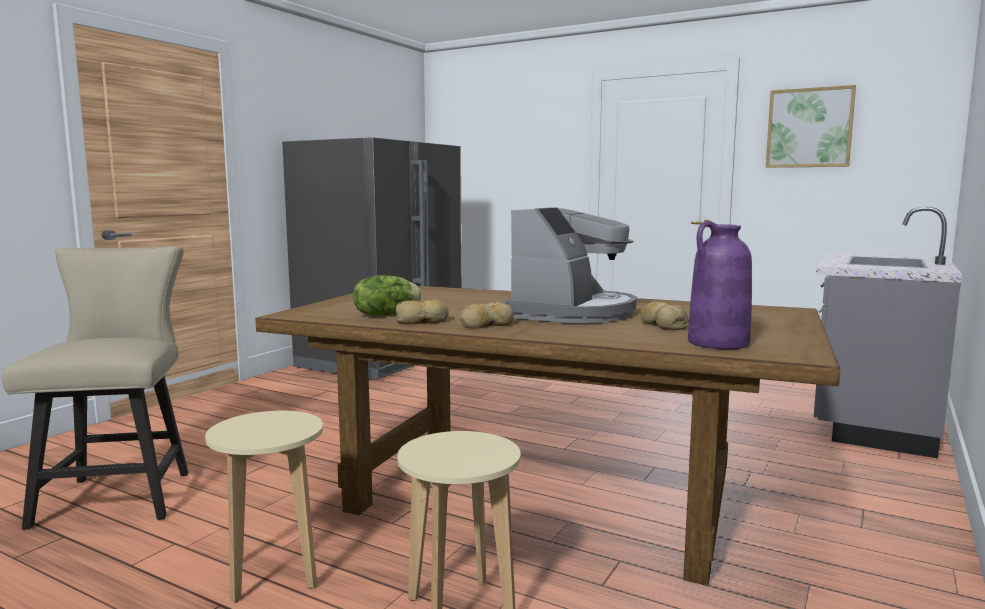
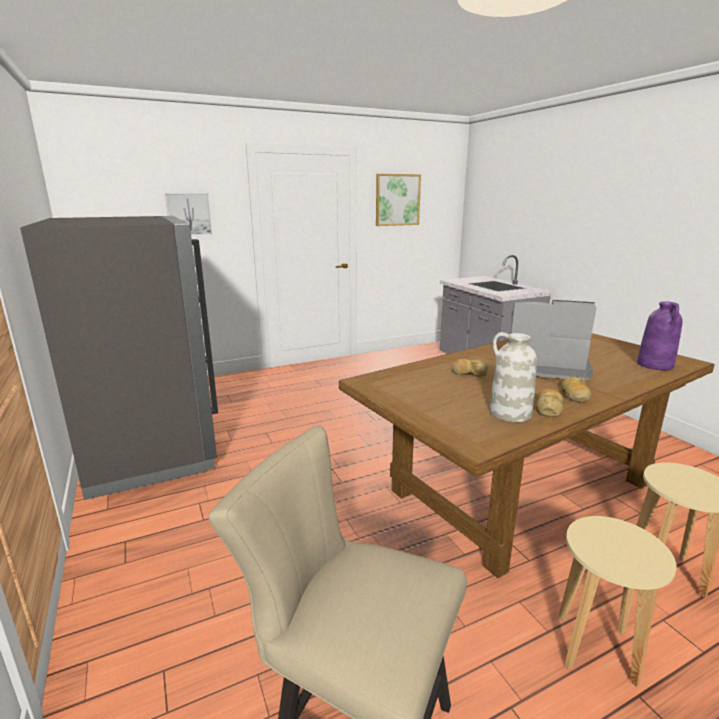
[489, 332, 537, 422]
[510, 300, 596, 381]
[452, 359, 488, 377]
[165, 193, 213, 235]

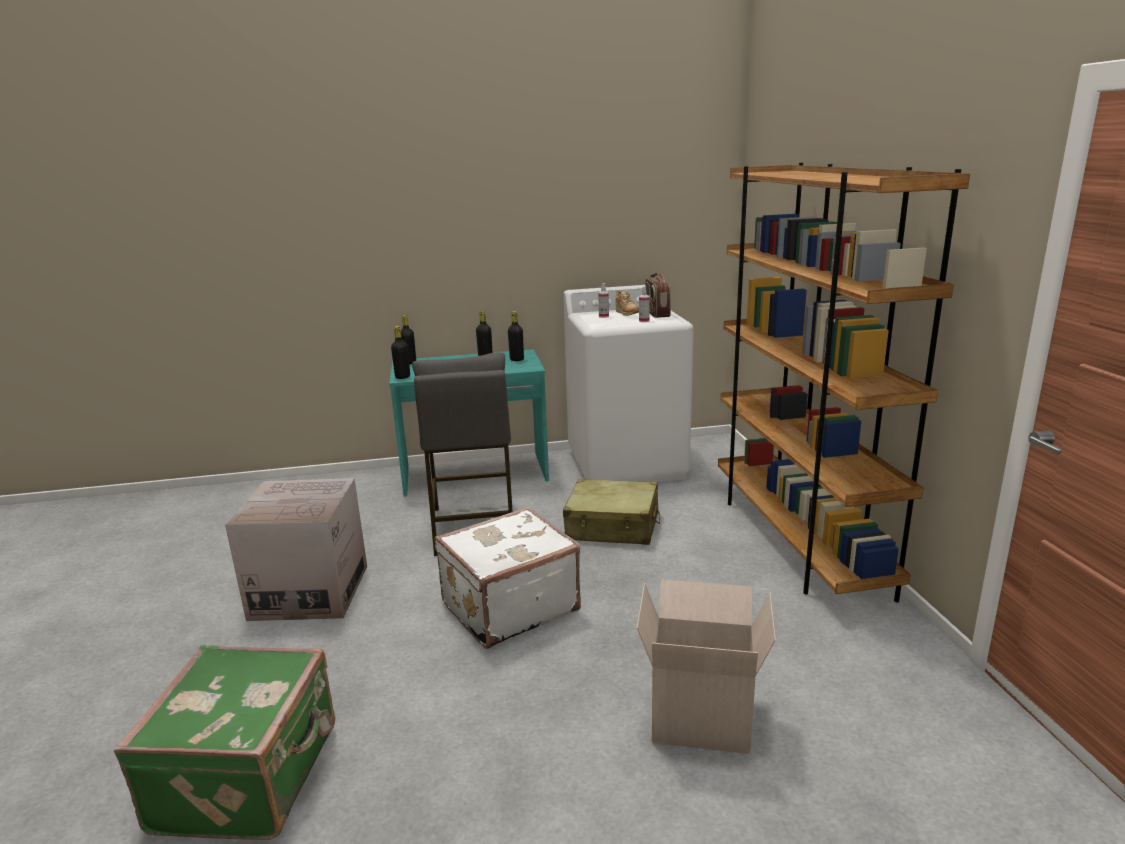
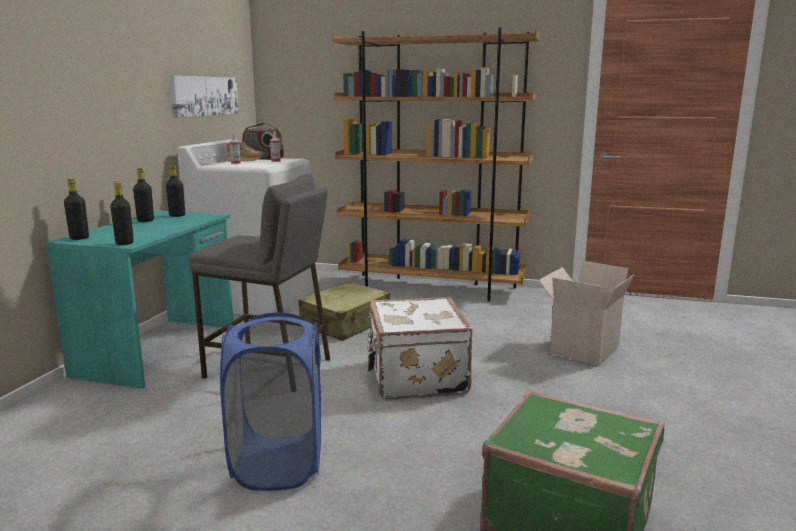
[220, 313, 321, 491]
[169, 76, 239, 118]

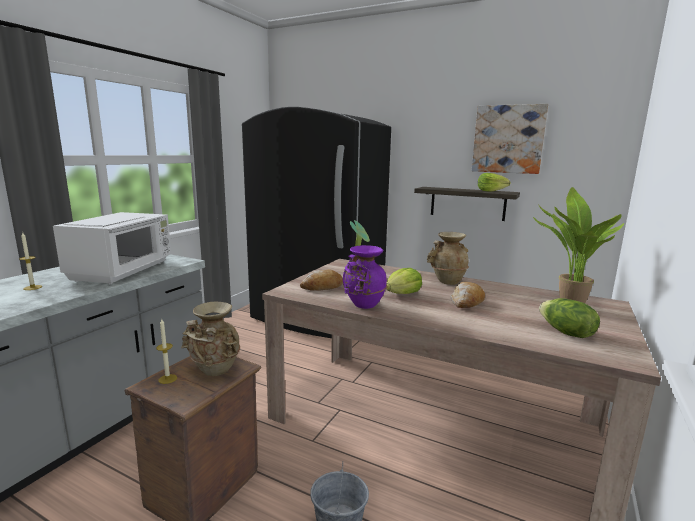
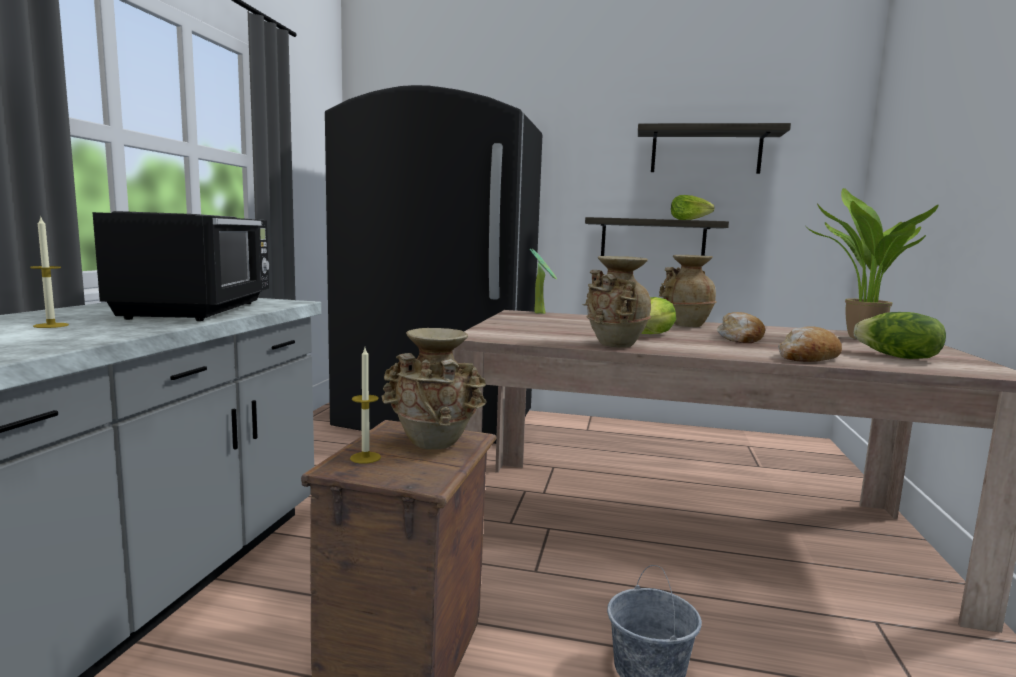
[92, 211, 269, 321]
[778, 326, 842, 362]
[583, 256, 651, 348]
[638, 123, 791, 174]

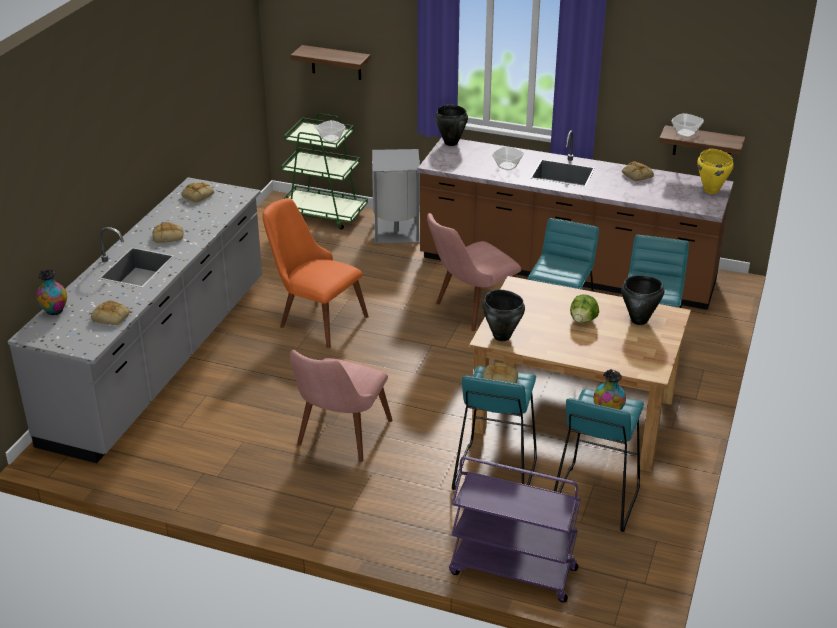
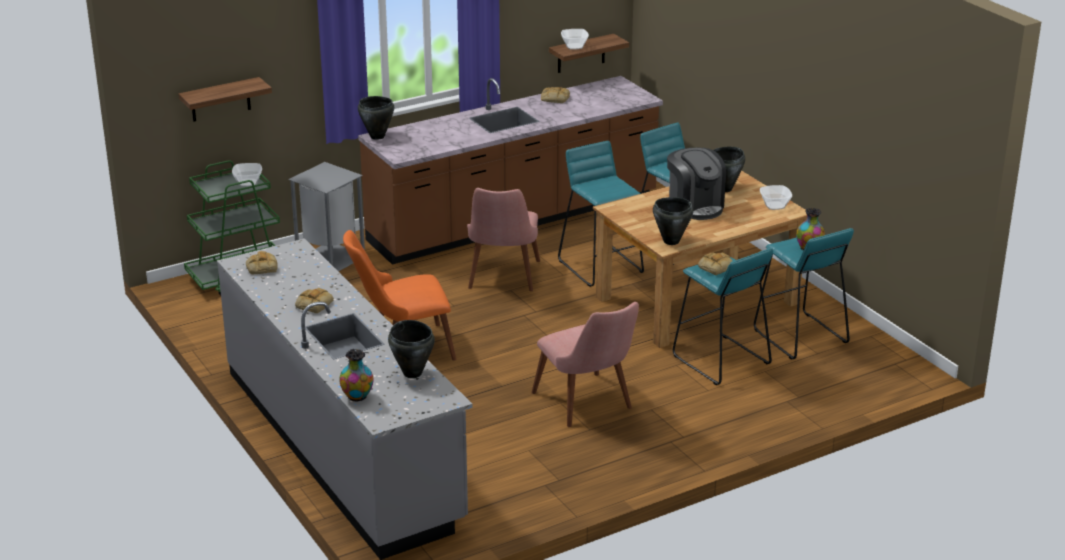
[388, 320, 435, 378]
[449, 456, 581, 602] (first image)
[760, 185, 792, 210]
[667, 148, 726, 220]
[697, 149, 734, 194] (first image)

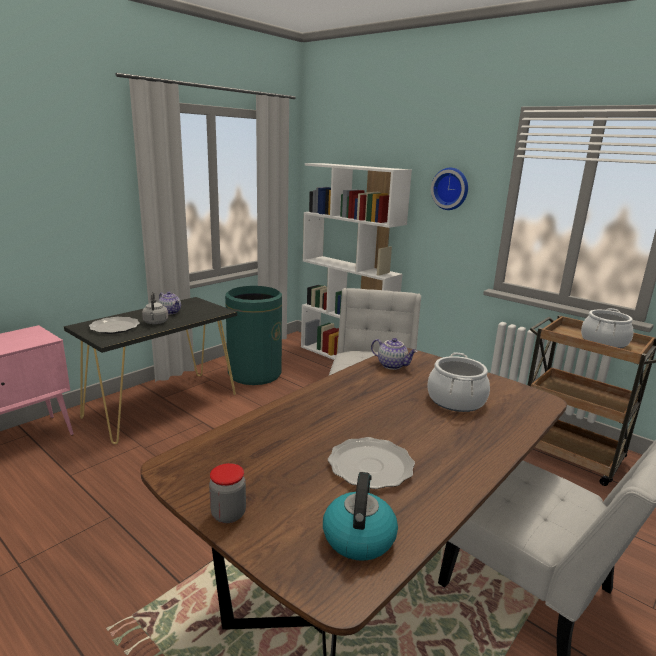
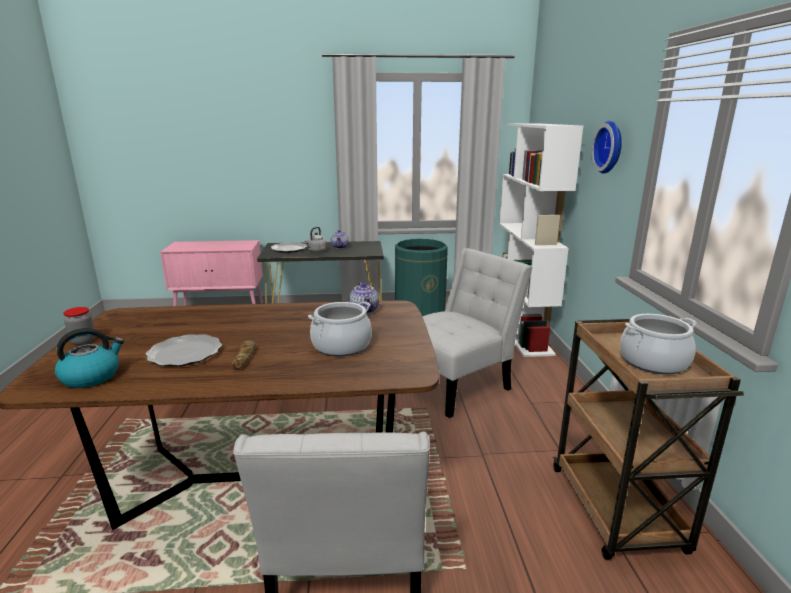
[231, 341, 256, 369]

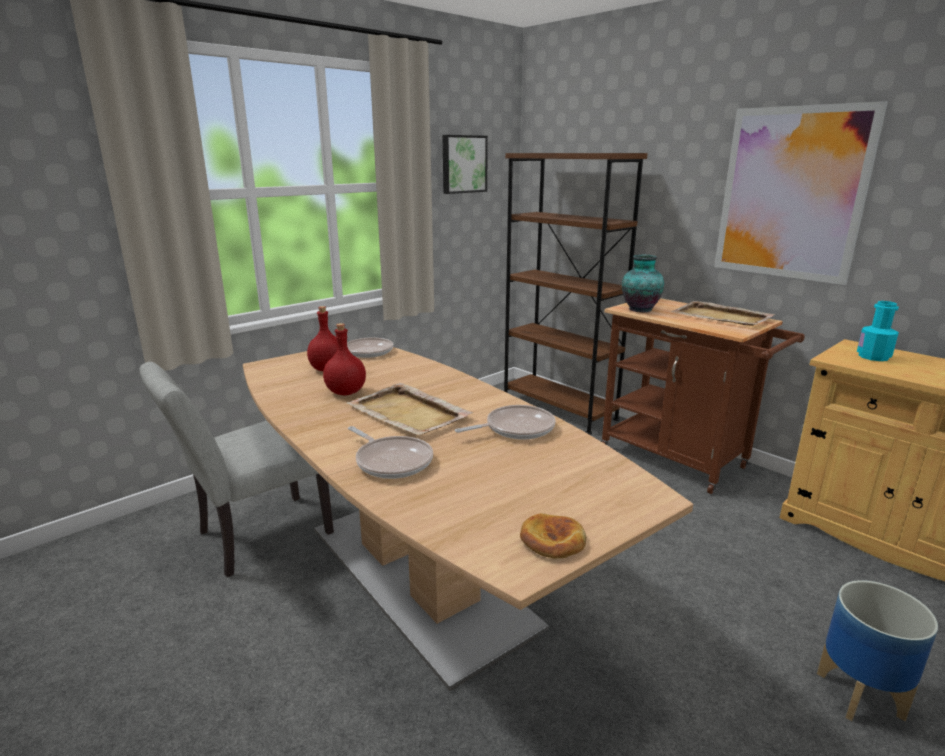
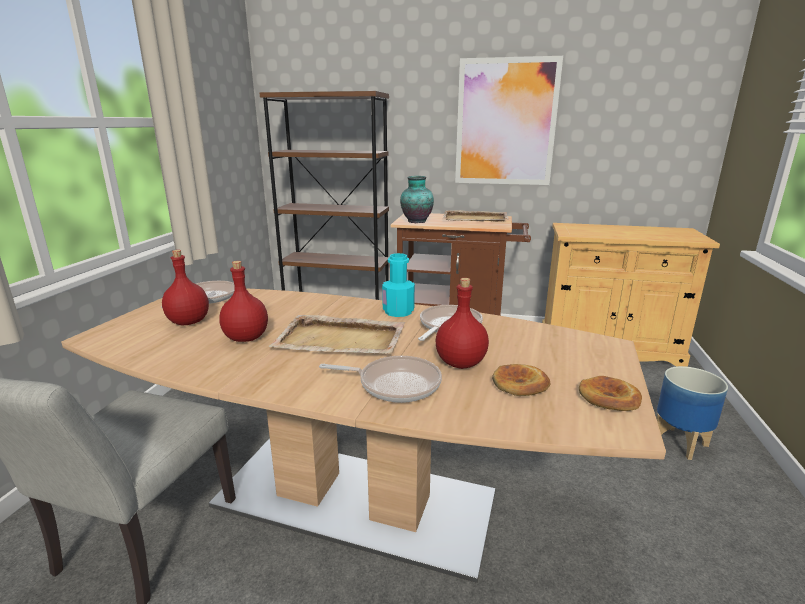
[442, 135, 488, 194] (first image)
[382, 253, 415, 317]
[436, 278, 489, 369]
[492, 364, 550, 396]

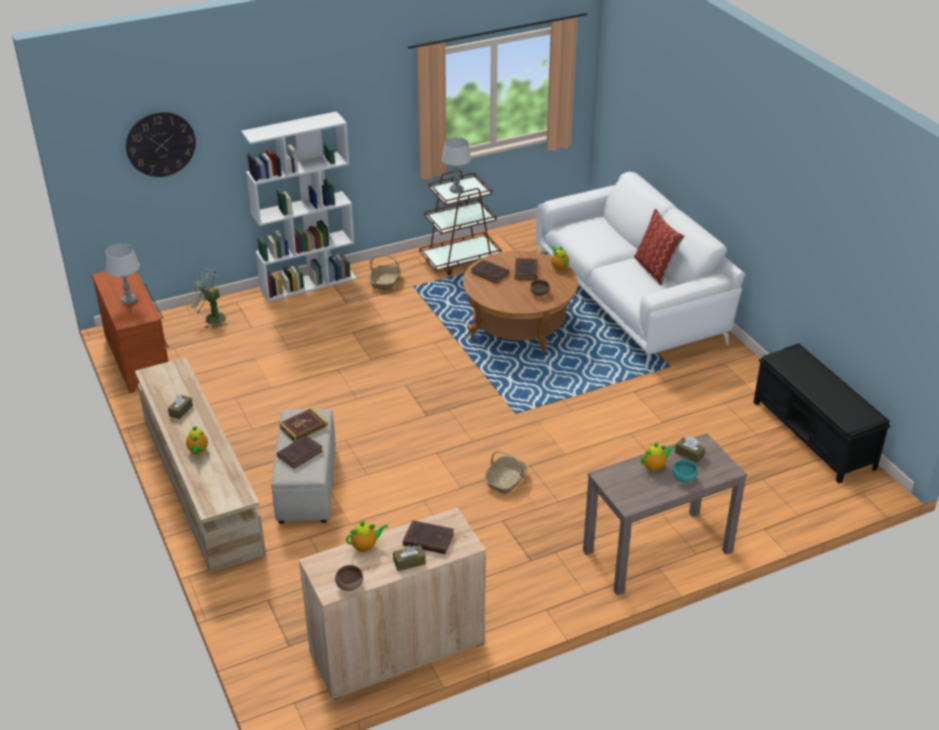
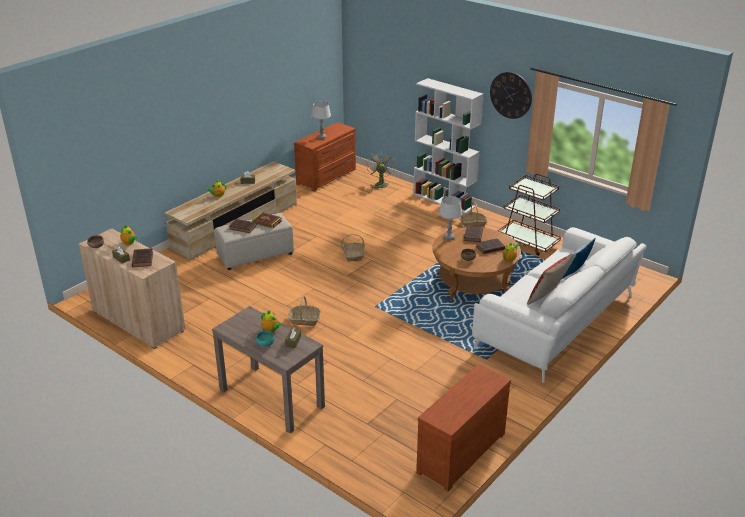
[490, 72, 532, 119]
[439, 196, 462, 240]
[416, 364, 511, 491]
[341, 234, 365, 262]
[561, 238, 596, 280]

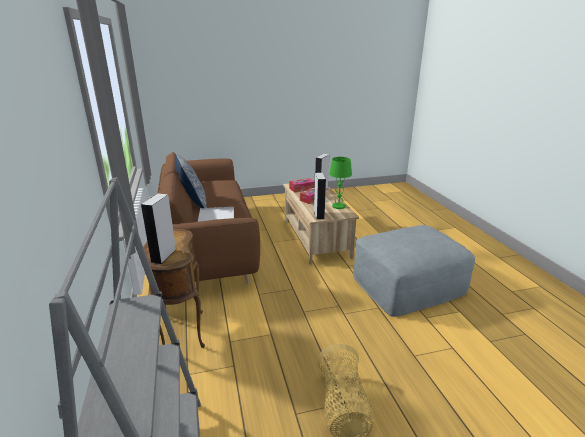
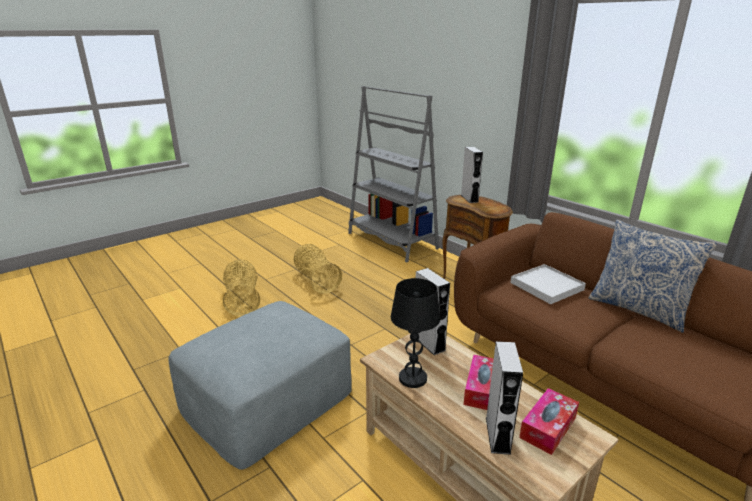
[391, 278, 440, 388]
[223, 260, 260, 316]

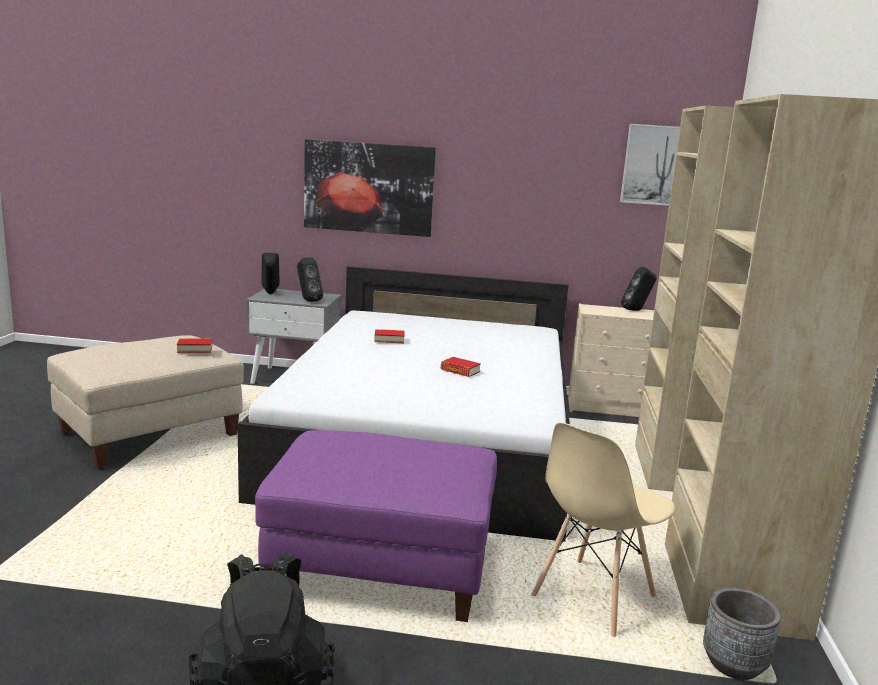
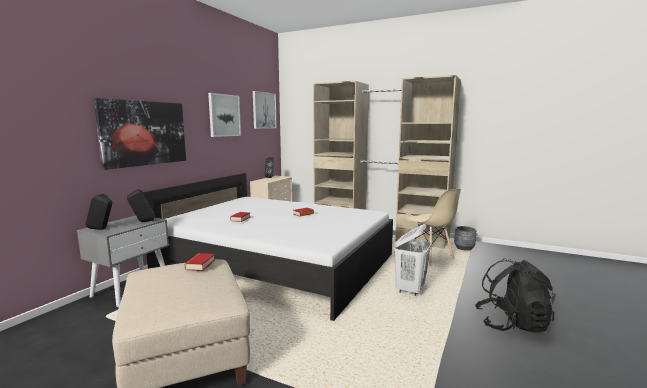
[394, 224, 432, 296]
[208, 93, 241, 137]

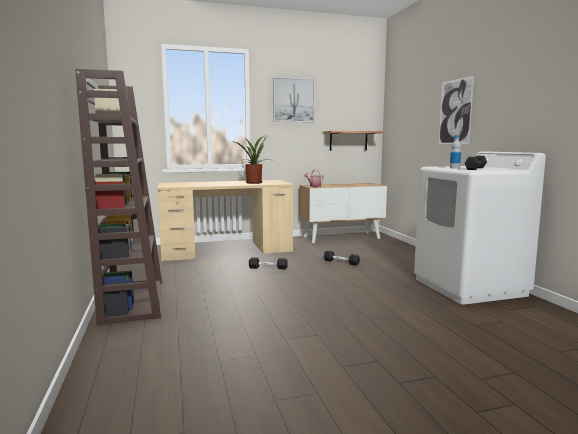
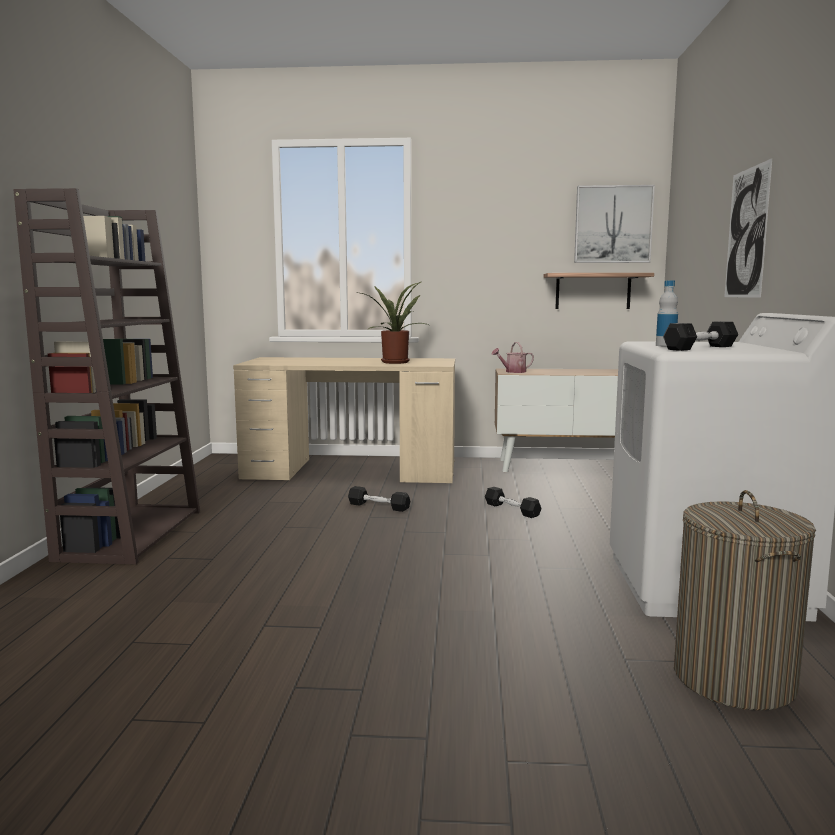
[574, 185, 655, 263]
[674, 490, 816, 711]

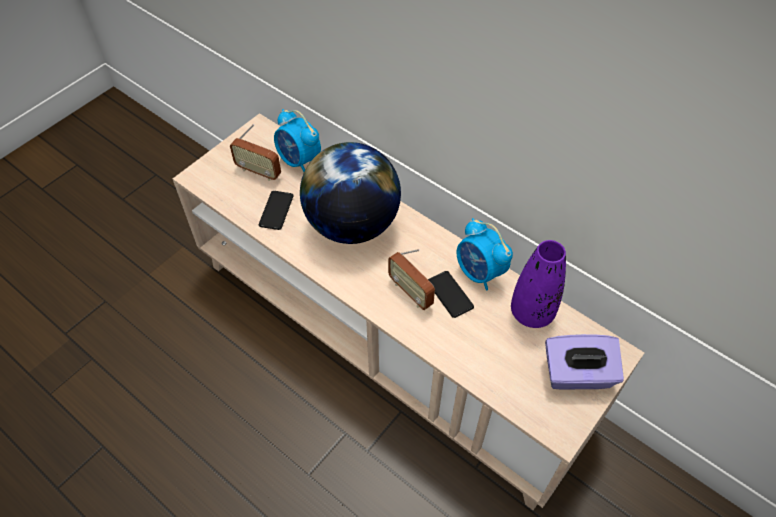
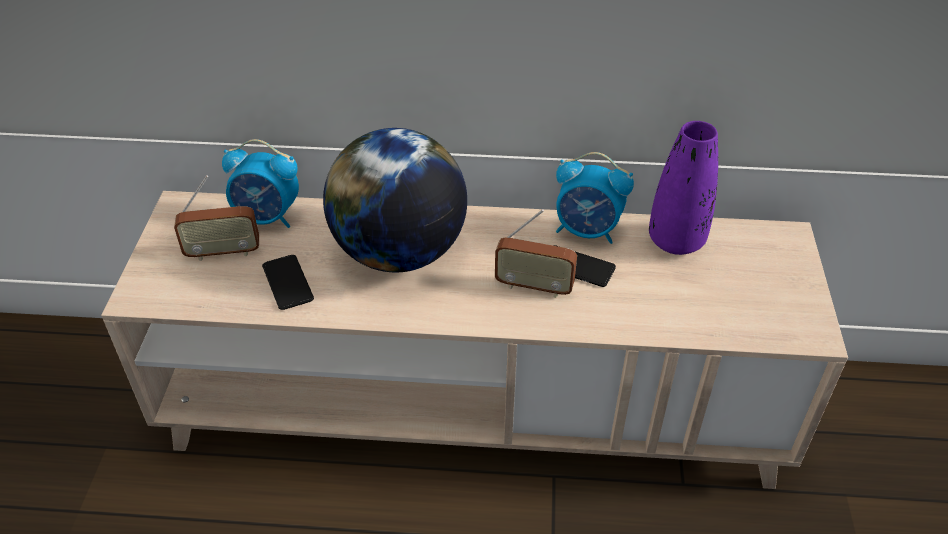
[545, 334, 624, 390] (first image)

